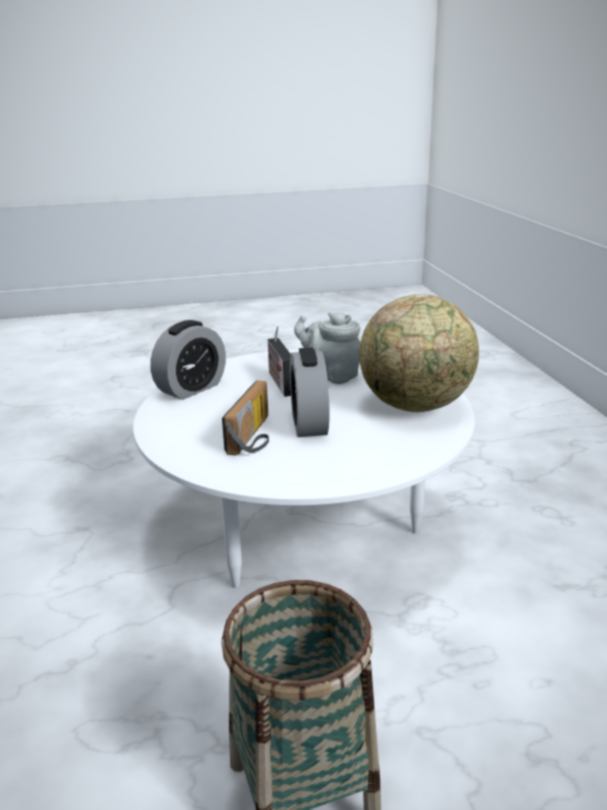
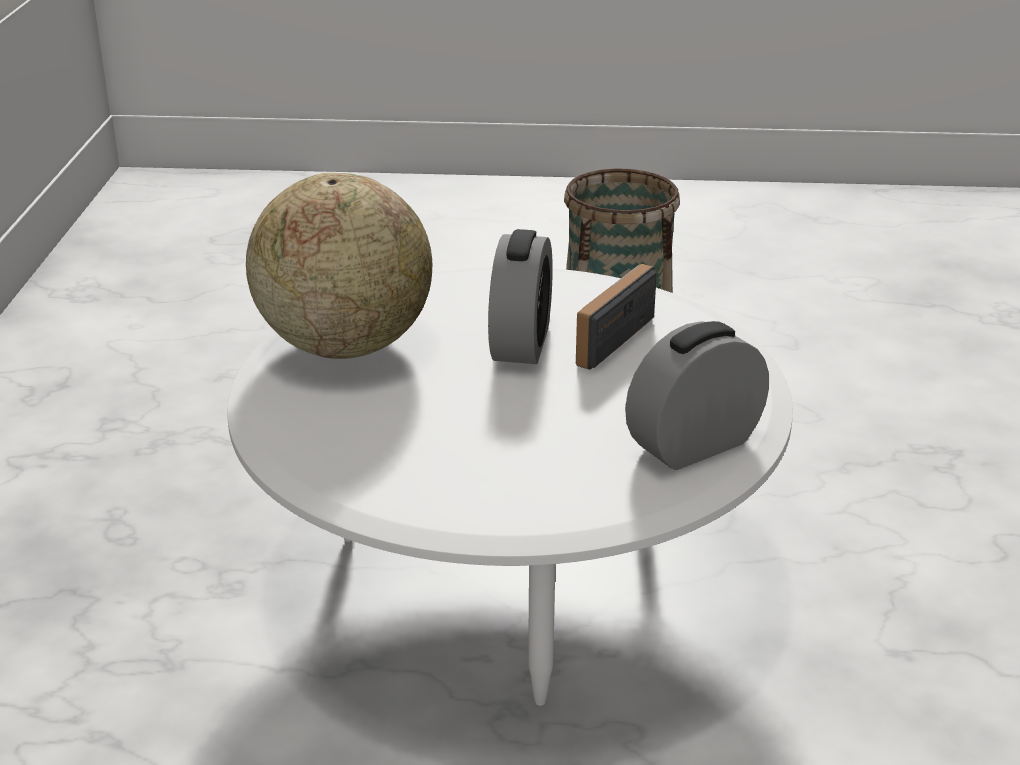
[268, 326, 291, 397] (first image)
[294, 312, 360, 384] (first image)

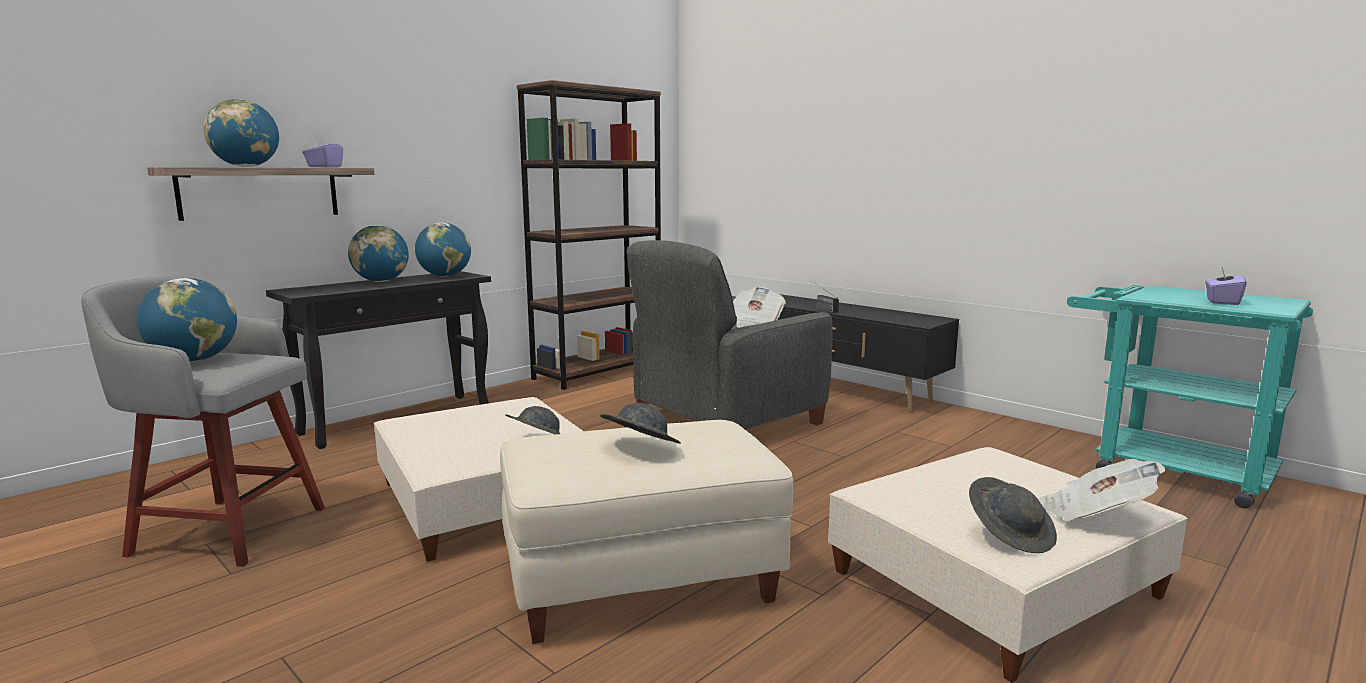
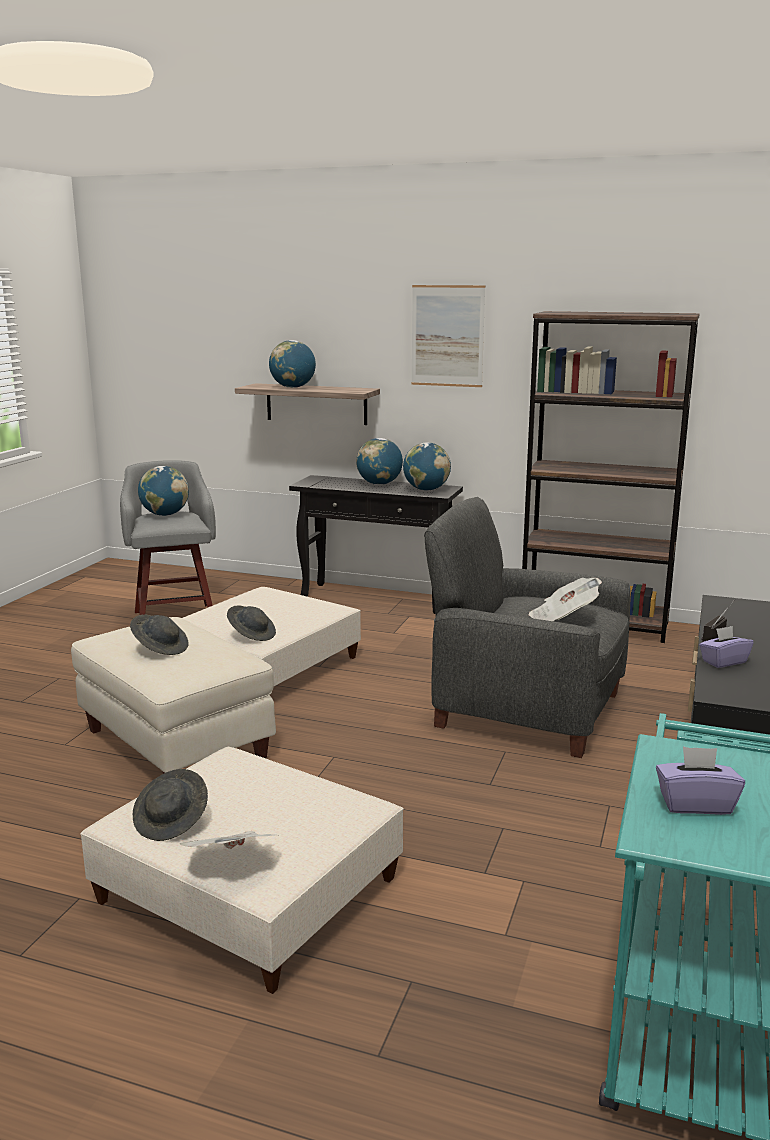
[699, 626, 754, 668]
[411, 285, 485, 387]

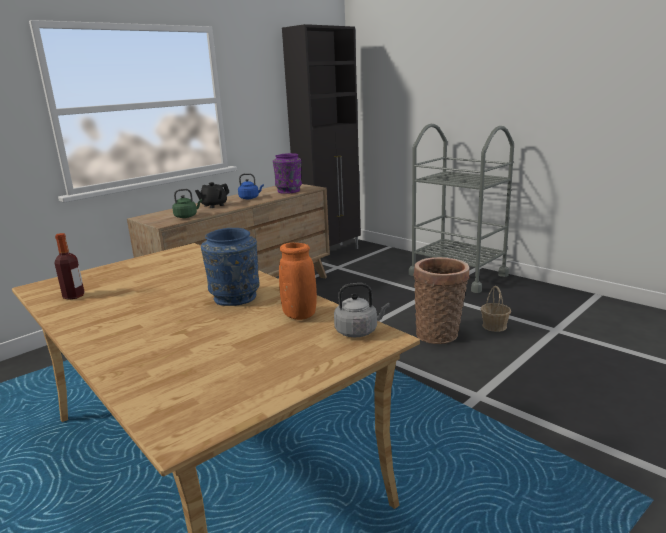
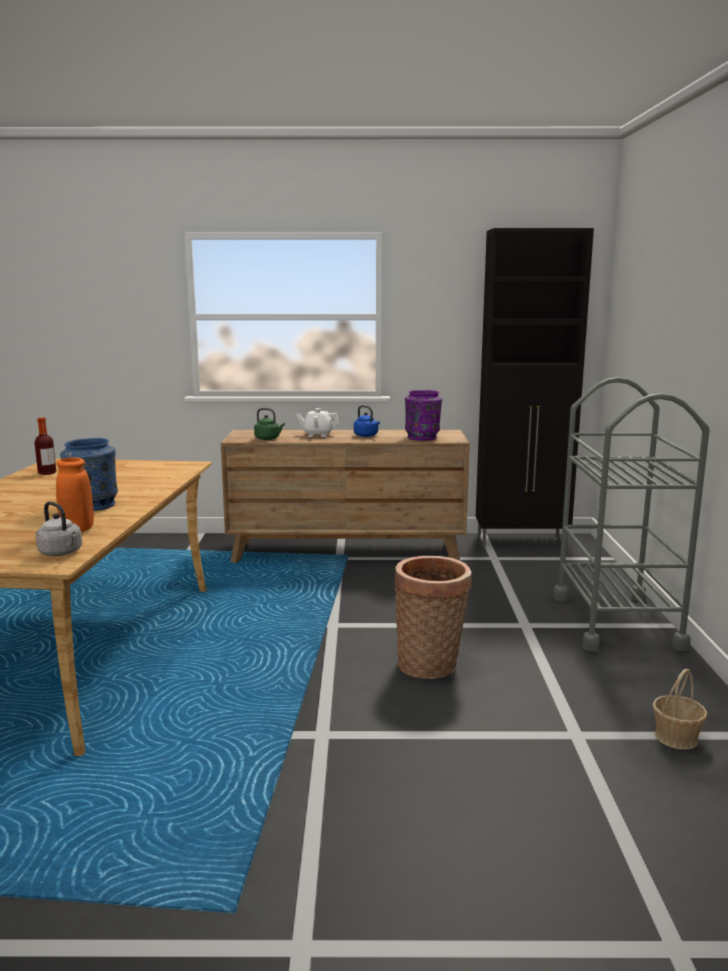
[296, 408, 339, 437]
[652, 669, 708, 750]

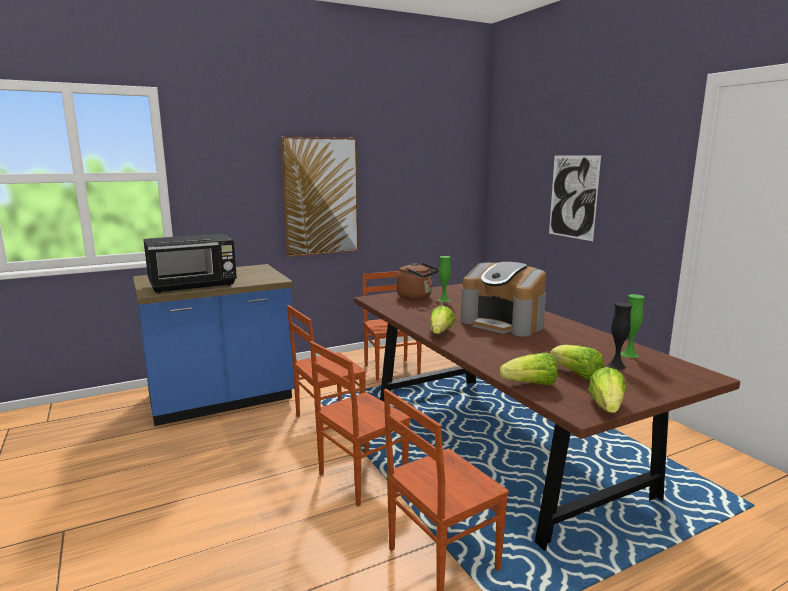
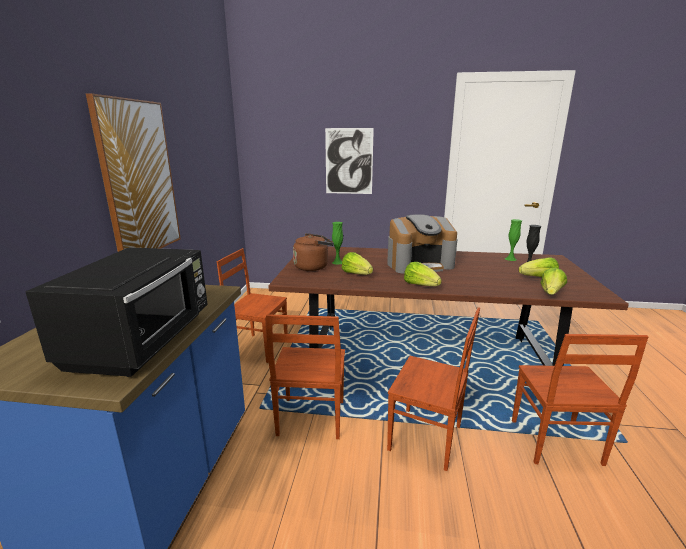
[387, 307, 480, 471]
[342, 252, 373, 275]

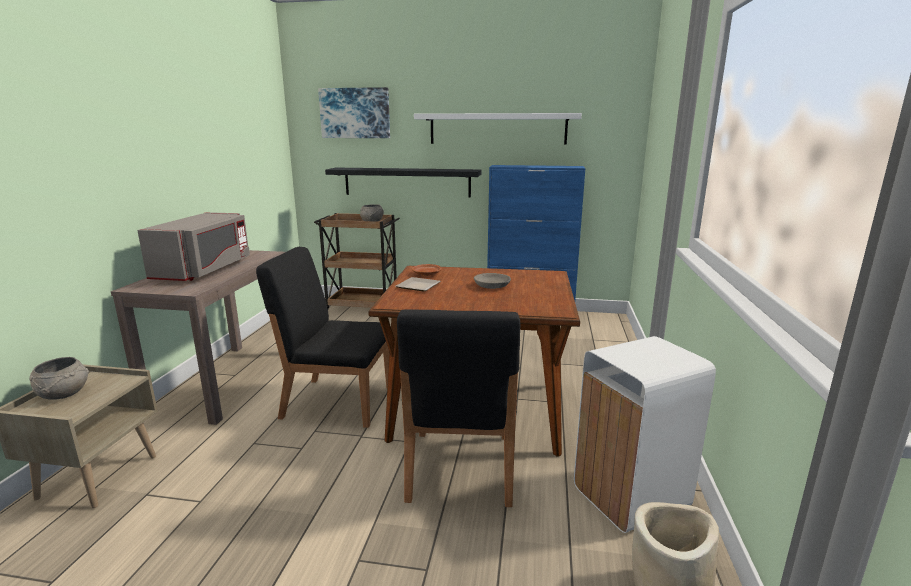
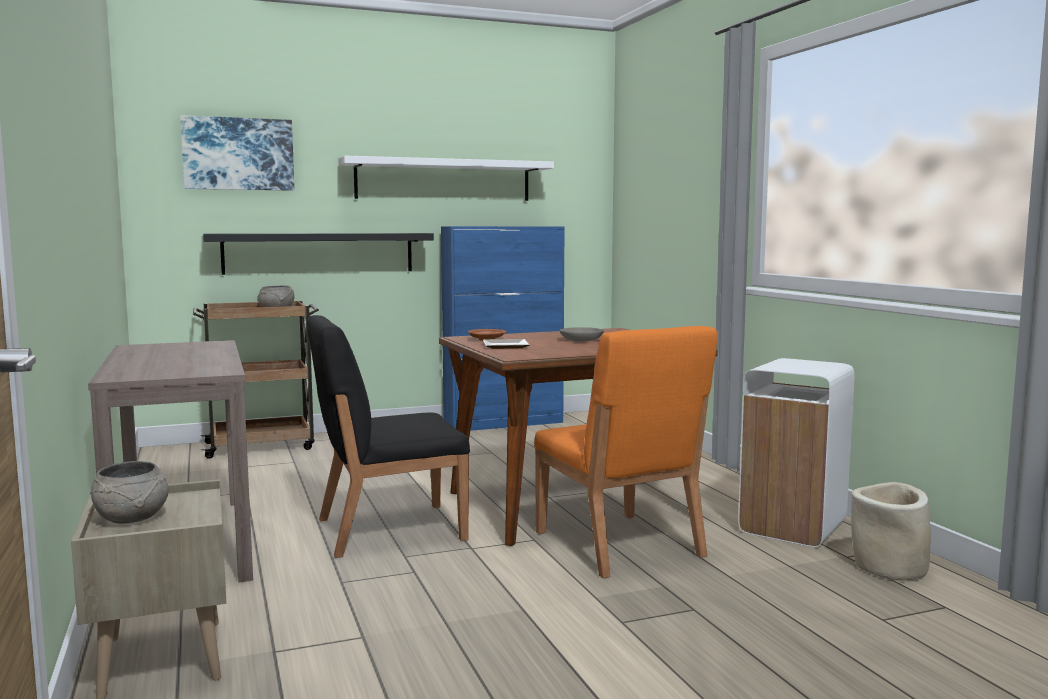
[137, 212, 250, 281] (first image)
[534, 326, 717, 578]

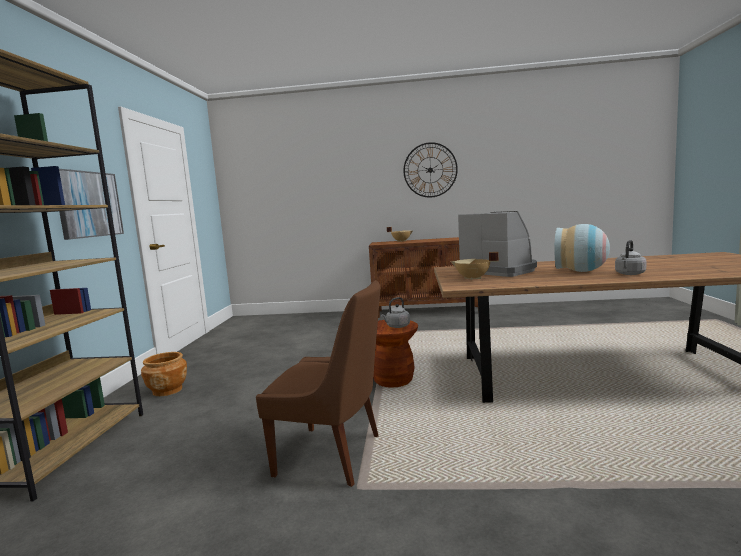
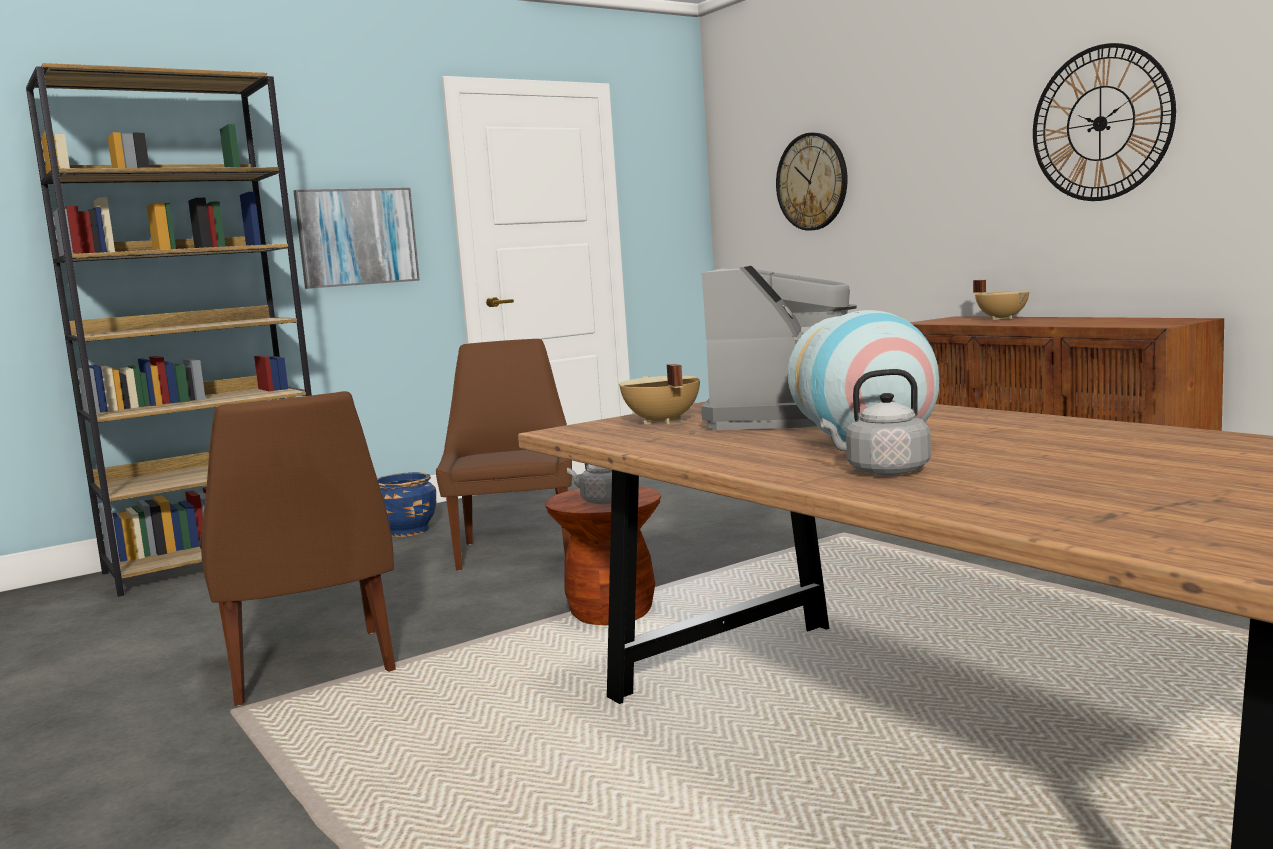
[377, 472, 437, 537]
[436, 339, 572, 571]
[776, 133, 848, 230]

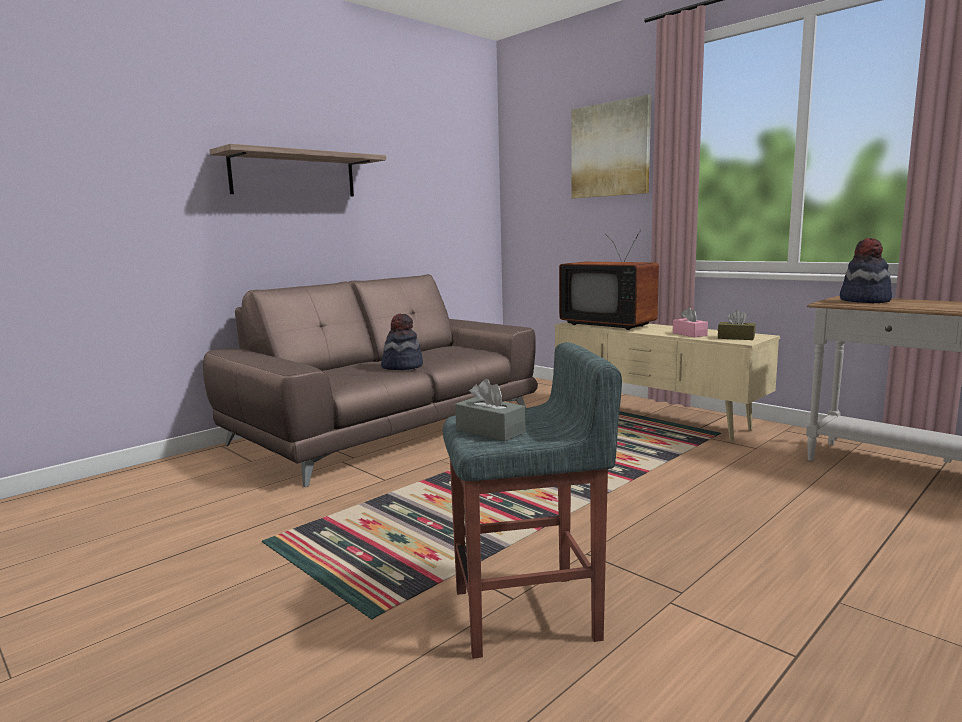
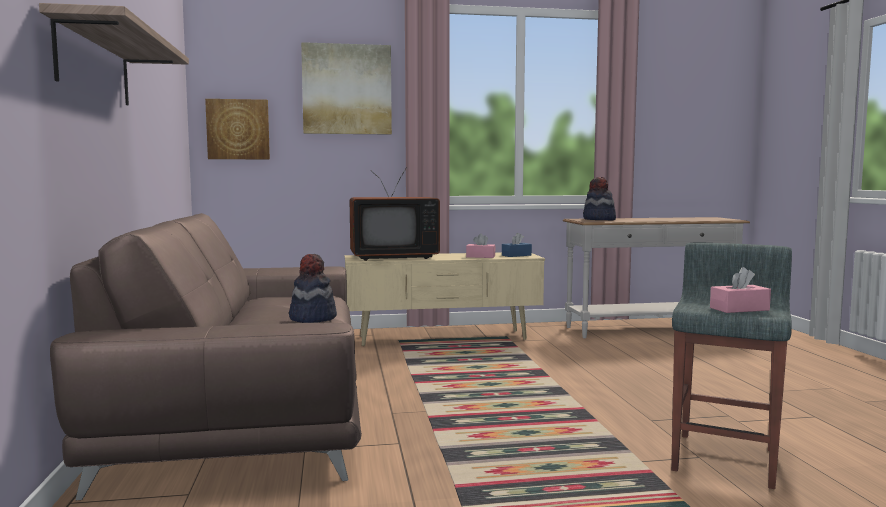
[710, 267, 771, 313]
[502, 233, 532, 257]
[205, 99, 270, 159]

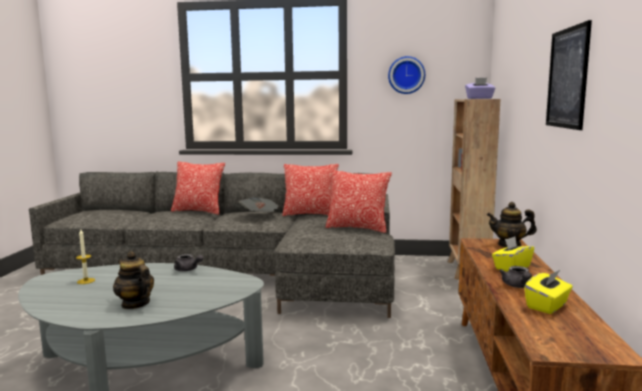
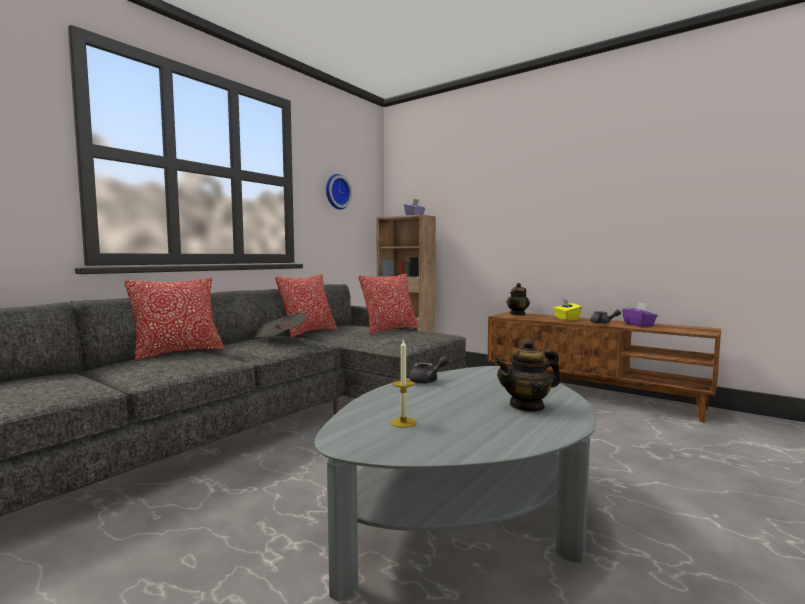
[622, 302, 657, 327]
[546, 20, 592, 130] (first image)

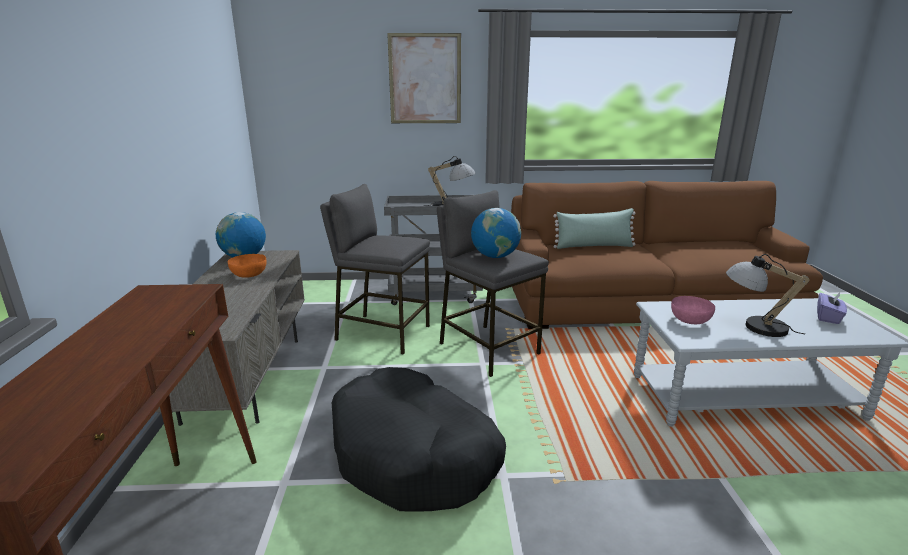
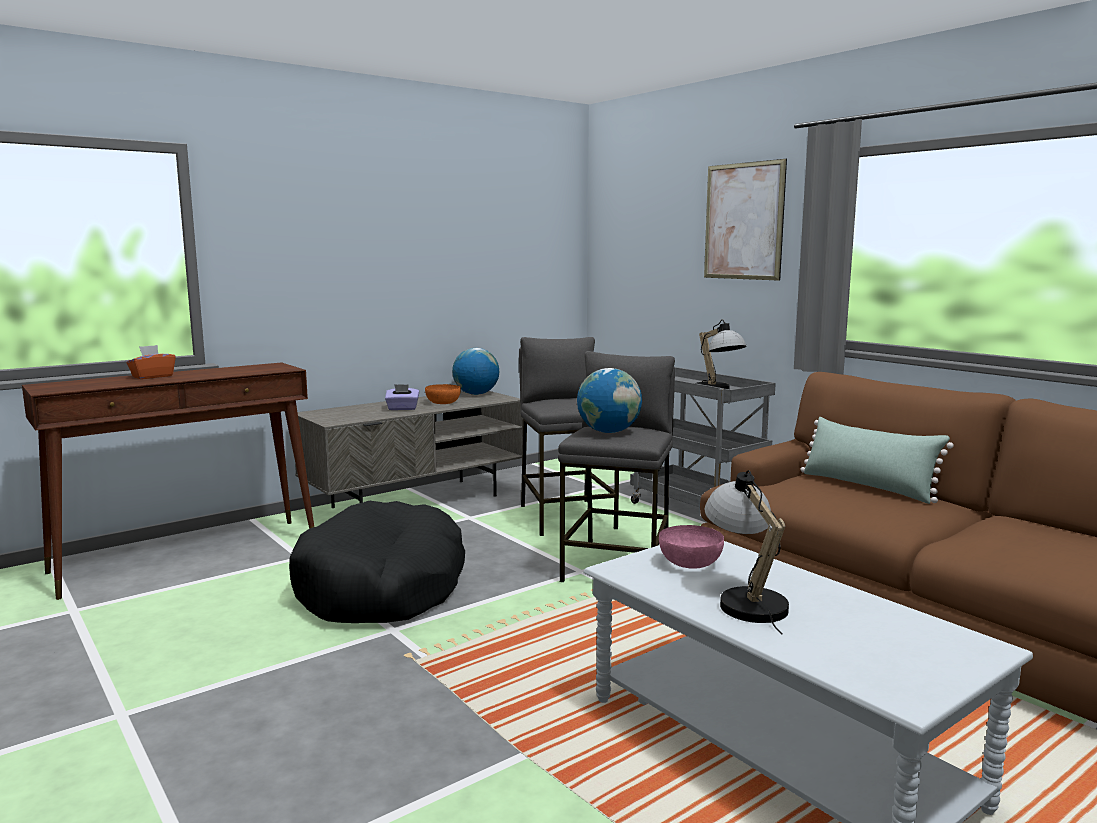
[385, 384, 419, 410]
[127, 345, 176, 379]

